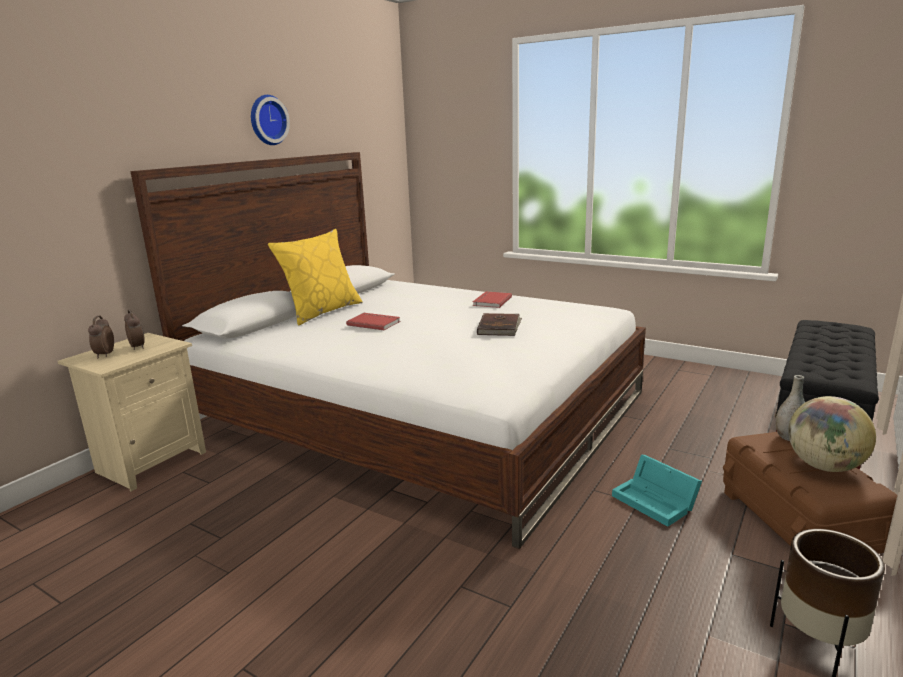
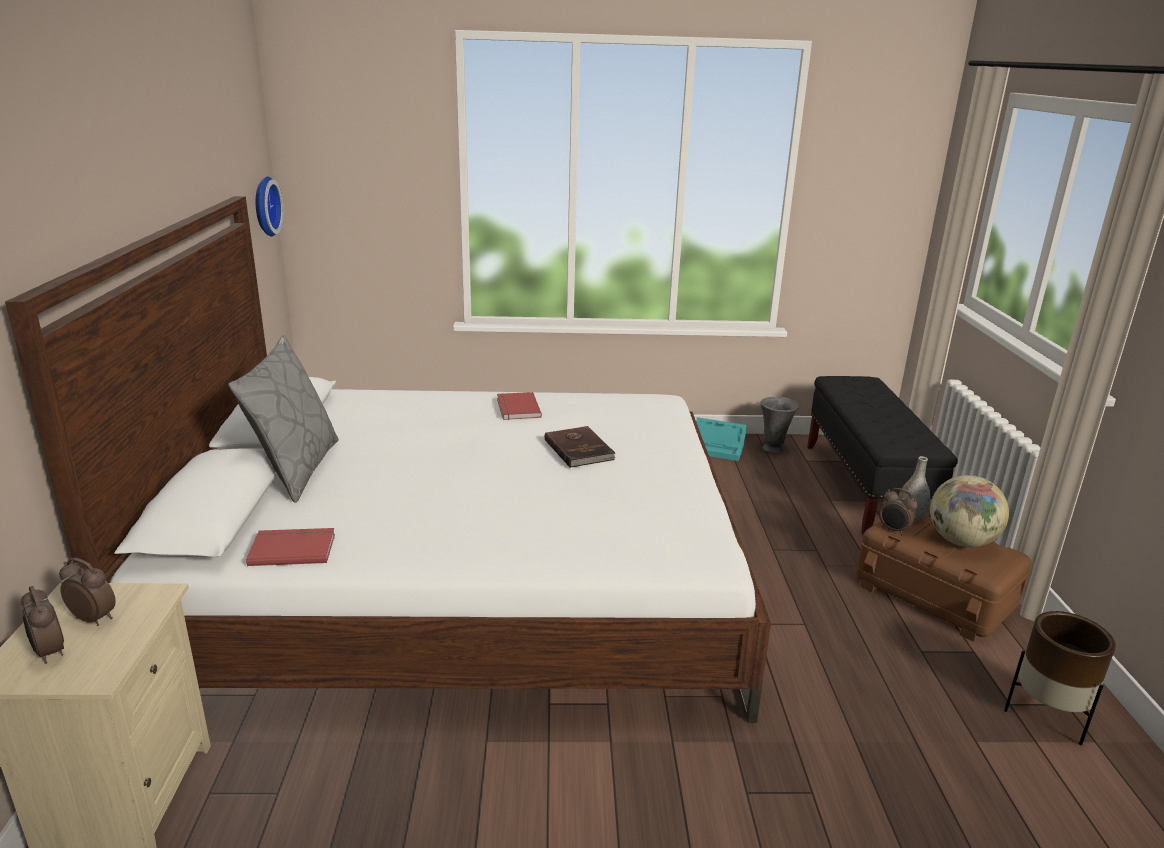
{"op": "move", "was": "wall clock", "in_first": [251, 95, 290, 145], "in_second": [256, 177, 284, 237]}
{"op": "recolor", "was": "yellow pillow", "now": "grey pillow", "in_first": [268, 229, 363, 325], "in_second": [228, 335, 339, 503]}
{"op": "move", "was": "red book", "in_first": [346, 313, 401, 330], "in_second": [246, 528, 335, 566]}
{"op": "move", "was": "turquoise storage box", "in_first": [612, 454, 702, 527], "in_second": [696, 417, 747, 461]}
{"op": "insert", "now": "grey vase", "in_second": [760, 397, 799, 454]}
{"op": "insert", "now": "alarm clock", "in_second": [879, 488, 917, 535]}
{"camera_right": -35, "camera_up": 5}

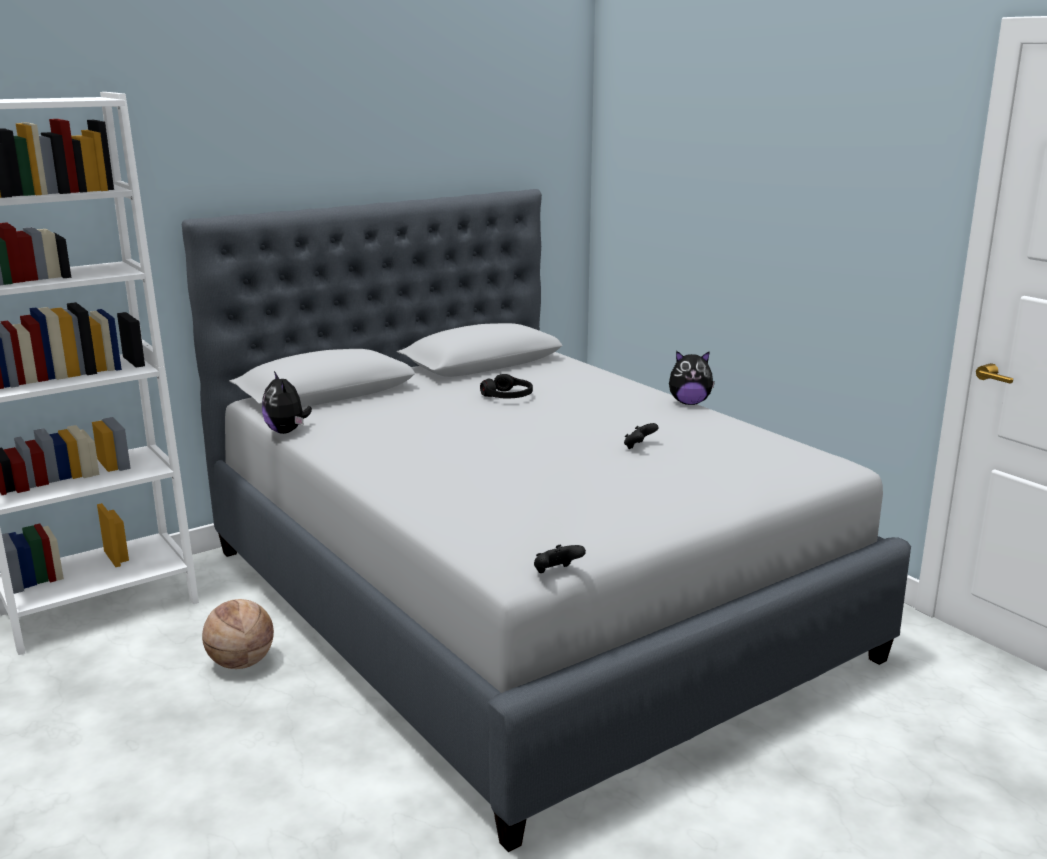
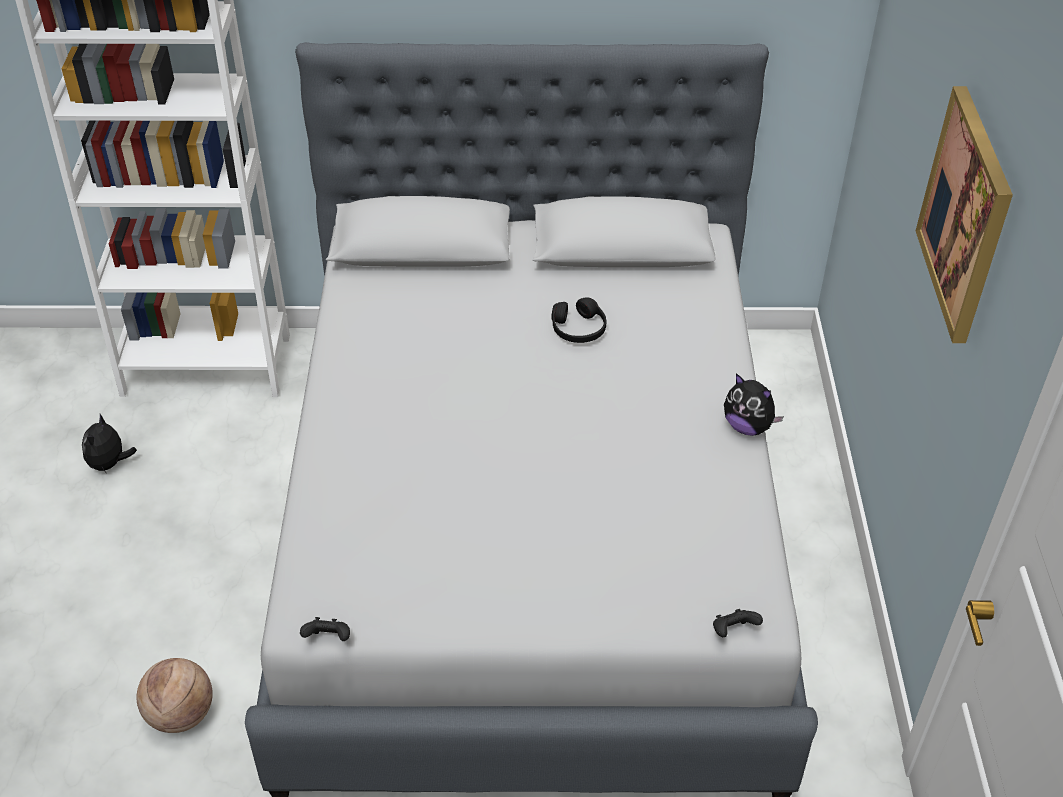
{"op": "move", "was": "basketball", "in_first": [202, 599, 274, 669], "in_second": [137, 658, 213, 733]}
{"op": "move", "was": "plush toy", "in_first": [262, 371, 312, 434], "in_second": [82, 414, 137, 472]}
{"op": "move", "was": "black game controller", "in_first": [624, 423, 659, 449], "in_second": [713, 609, 763, 637]}
{"op": "insert", "now": "picture", "in_second": [916, 86, 1013, 343]}
{"camera_right": 35, "camera_up": 25}

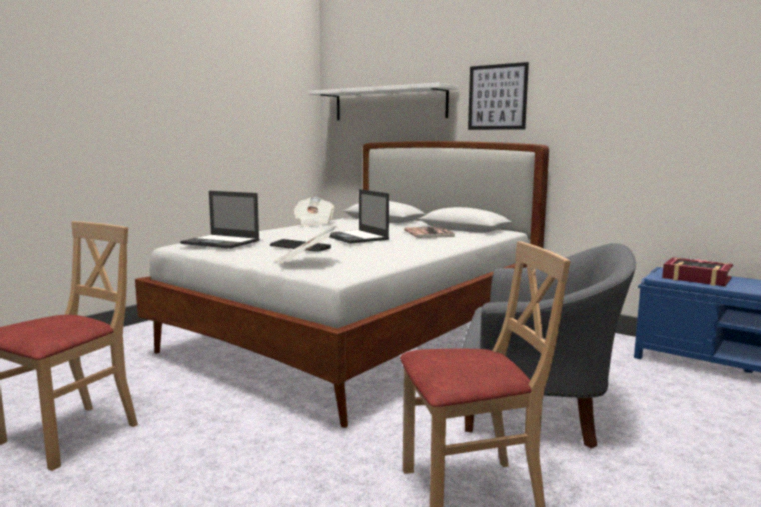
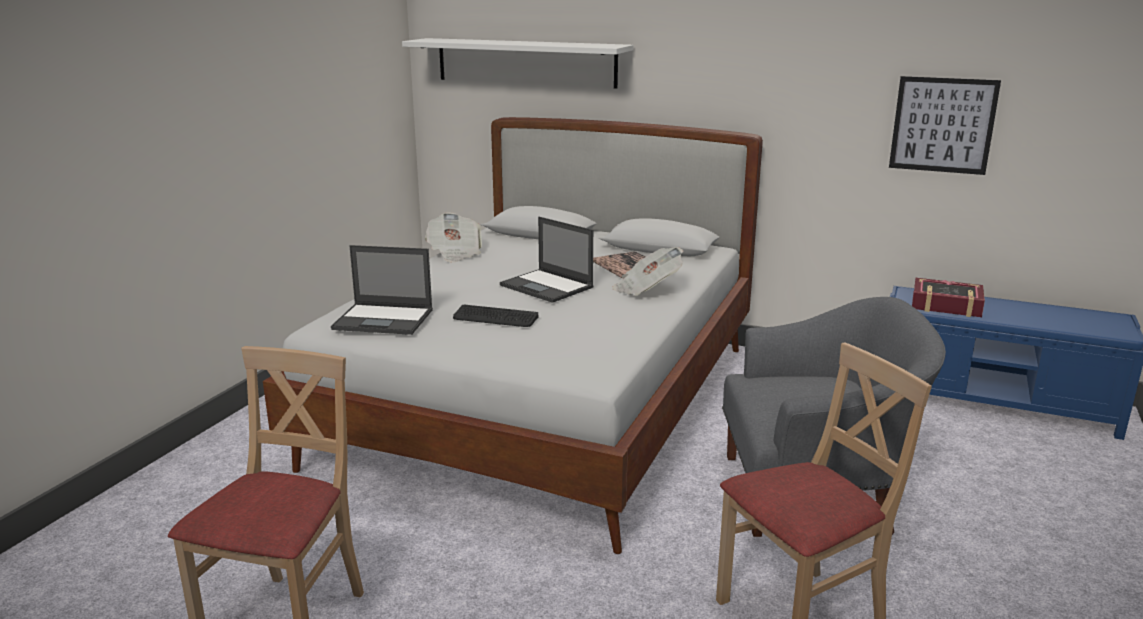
{"op": "move", "was": "newspaper", "in_first": [275, 226, 338, 264], "in_second": [612, 247, 684, 296]}
{"op": "move", "was": "picture", "in_first": [468, 62, 529, 130], "in_second": [889, 76, 1001, 175]}
{"camera_right": -15, "camera_up": 10}

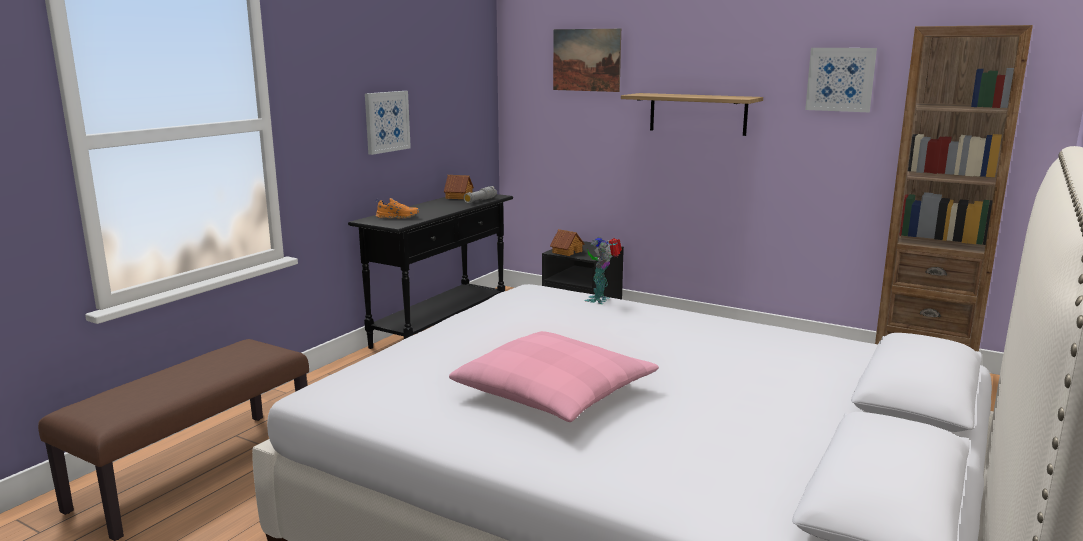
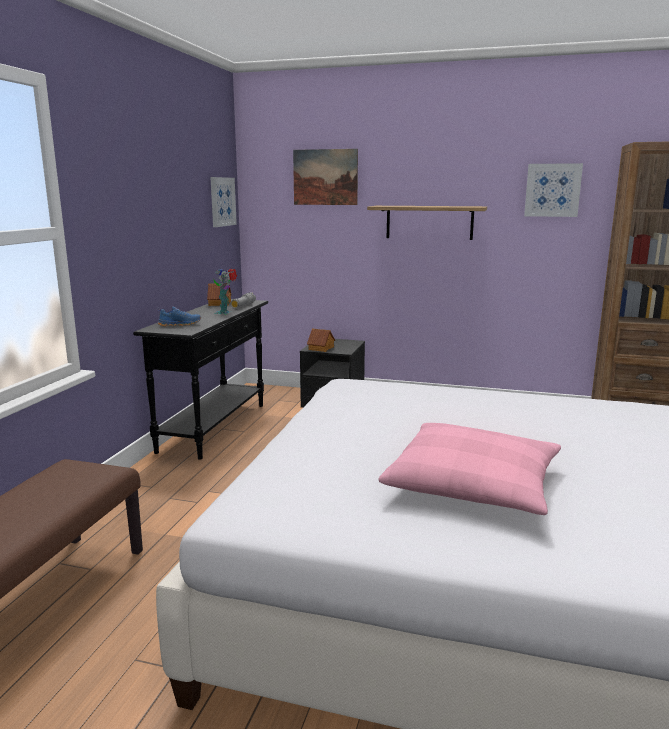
{"op": "move", "was": "picture", "in_first": [365, 91, 411, 155], "in_second": [210, 177, 237, 227]}
{"op": "recolor", "was": "orange shoe", "now": "blue shoe", "in_first": [376, 198, 419, 219], "in_second": [158, 306, 201, 326]}
{"op": "move", "was": "toy robot", "in_first": [584, 237, 622, 304], "in_second": [214, 269, 237, 315]}
{"camera_right": -15, "camera_up": 0}

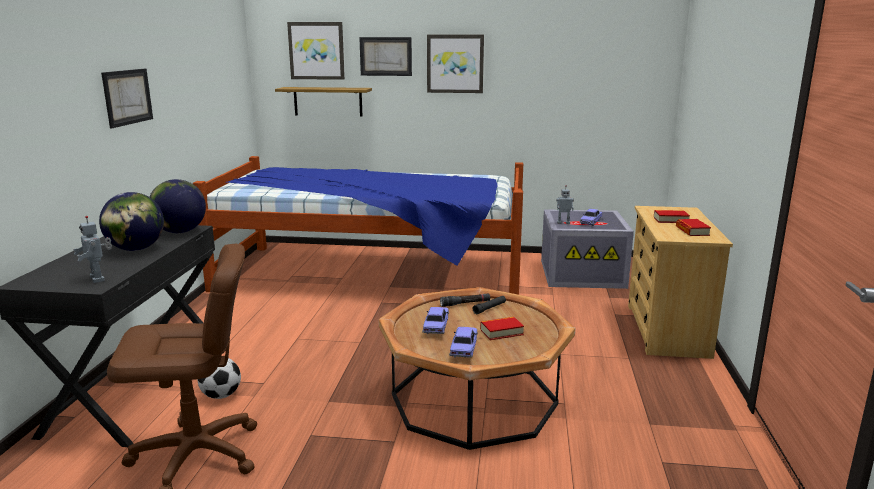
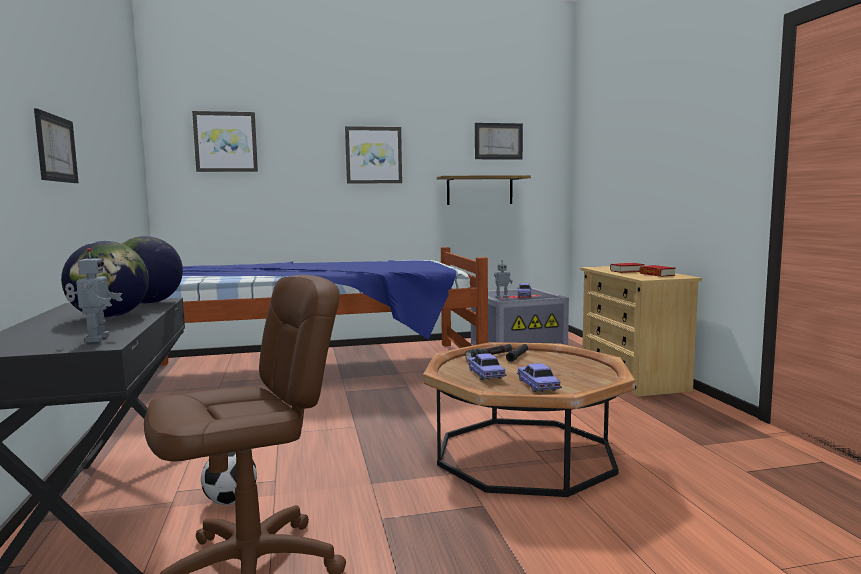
{"op": "rotate", "was": "toy robot", "in_first": [73, 216, 112, 283], "in_second": [65, 248, 122, 343], "clockwise": -135}
{"op": "move", "was": "shelf", "in_first": [275, 87, 372, 117], "in_second": [437, 175, 531, 205]}
{"op": "move", "was": "picture", "in_first": [359, 37, 412, 76], "in_second": [475, 123, 523, 159]}
{"op": "delete", "was": "book", "in_first": [480, 317, 524, 340]}
{"camera_right": -20, "camera_up": -10}

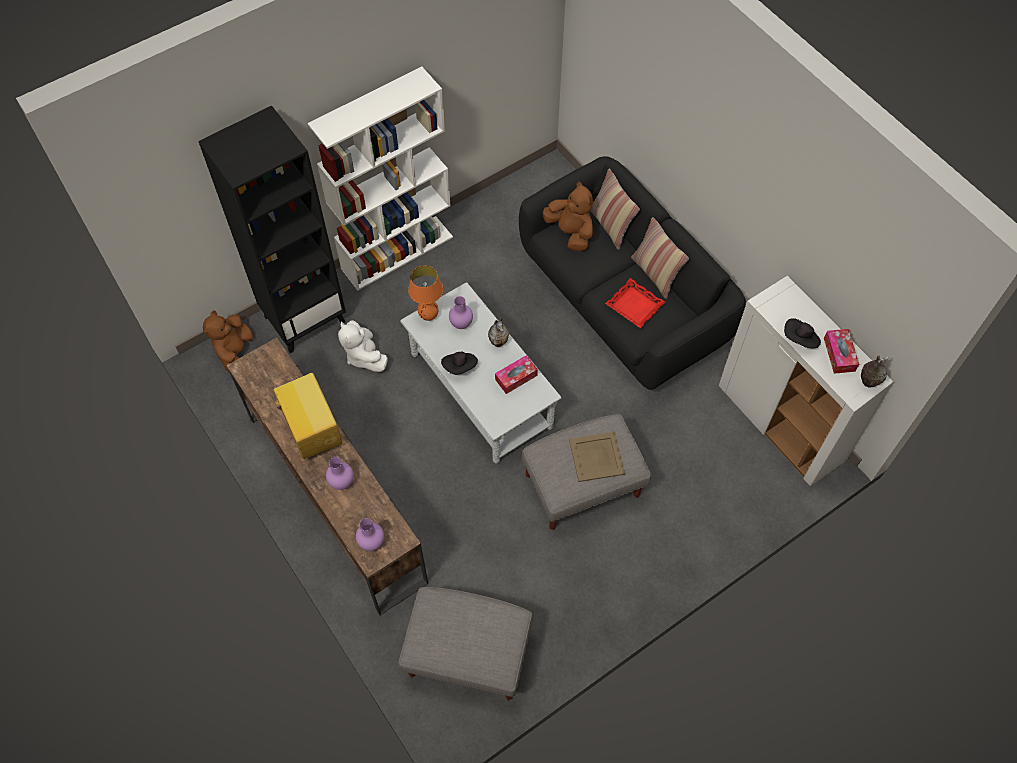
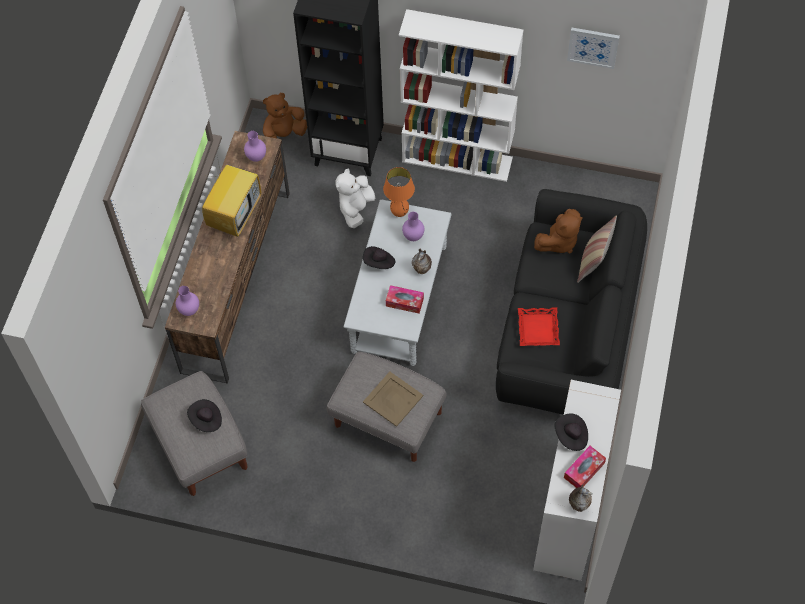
{"op": "move", "was": "purple vase", "in_first": [326, 457, 354, 490], "in_second": [244, 131, 266, 162]}
{"op": "rotate", "was": "brown plush toy", "in_first": [543, 181, 593, 251], "in_second": [534, 209, 583, 254], "clockwise": 45}
{"op": "delete", "was": "pillow", "in_first": [631, 217, 689, 299]}
{"op": "insert", "now": "black hat", "in_second": [187, 399, 222, 432]}
{"op": "insert", "now": "picture", "in_second": [567, 28, 620, 69]}
{"camera_right": 50, "camera_up": 0}

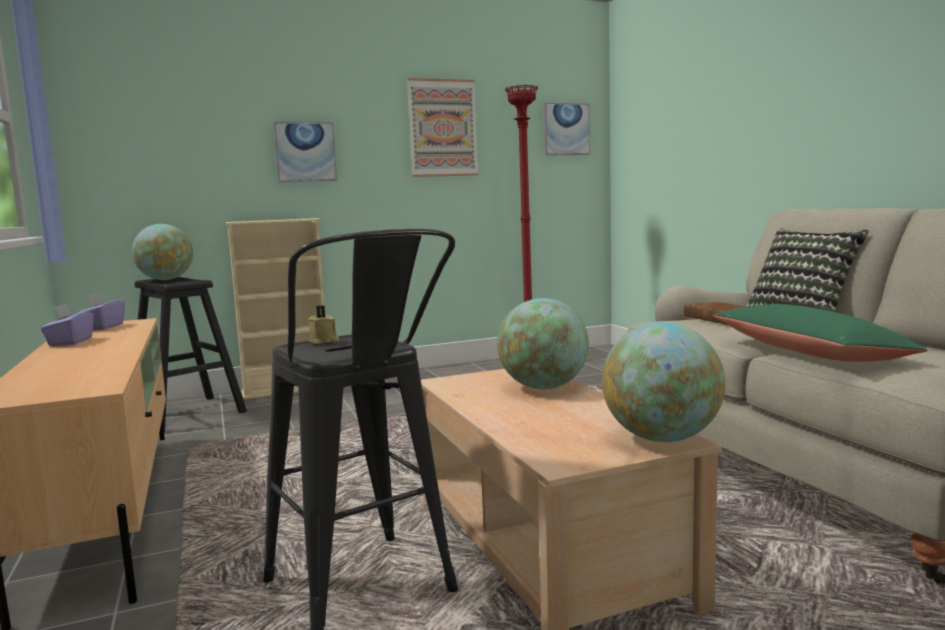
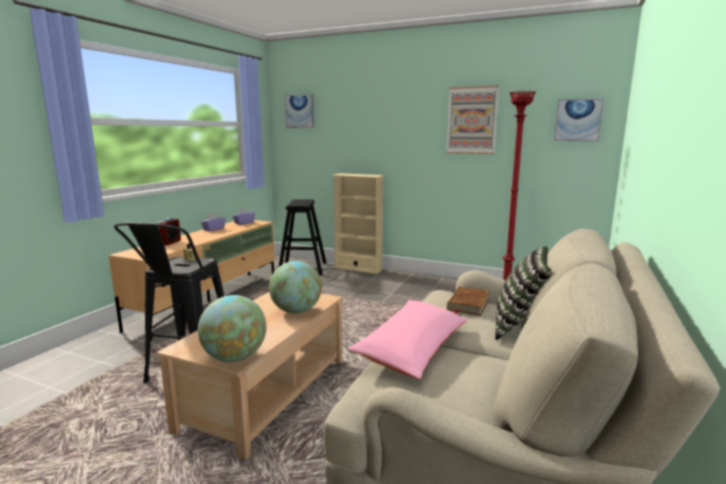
{"op": "delete", "was": "globe", "in_first": [132, 224, 193, 280]}
{"op": "move", "was": "picture", "in_first": [273, 122, 337, 182], "in_second": [285, 94, 314, 128]}
{"op": "recolor", "was": "green pillow", "now": "pink pillow", "in_first": [713, 304, 928, 362], "in_second": [348, 300, 467, 379]}
{"op": "insert", "now": "alarm clock", "in_second": [156, 218, 181, 245]}
{"camera_right": 45, "camera_up": 5}

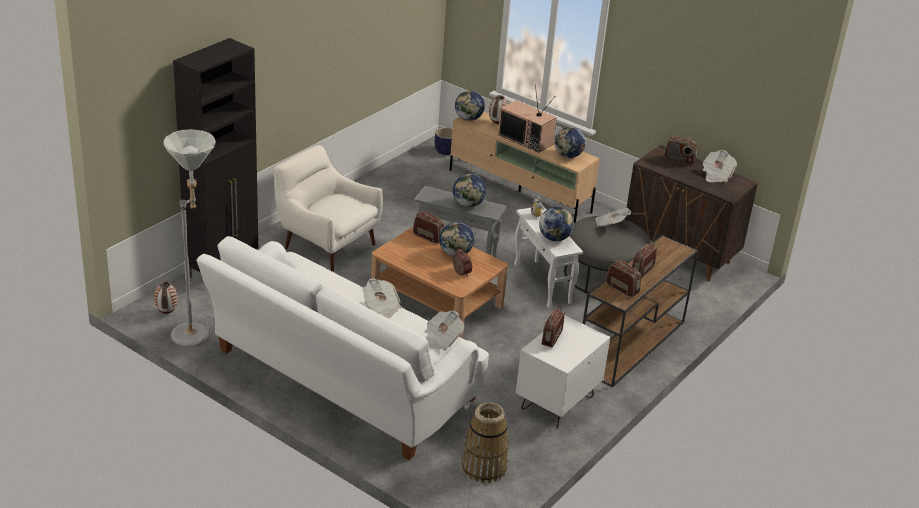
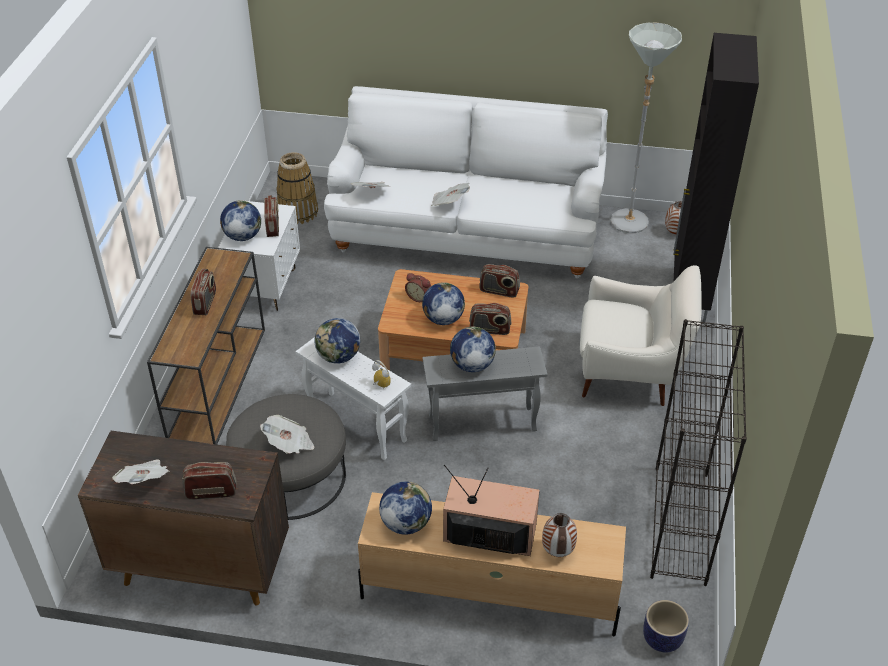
{"op": "move", "was": "globe", "in_first": [455, 91, 485, 121], "in_second": [220, 200, 261, 241]}
{"op": "move", "was": "radio", "in_first": [606, 260, 641, 297], "in_second": [479, 264, 520, 298]}
{"op": "insert", "now": "black bookcase", "in_second": [650, 319, 747, 586]}
{"camera_right": 155, "camera_up": 10}

